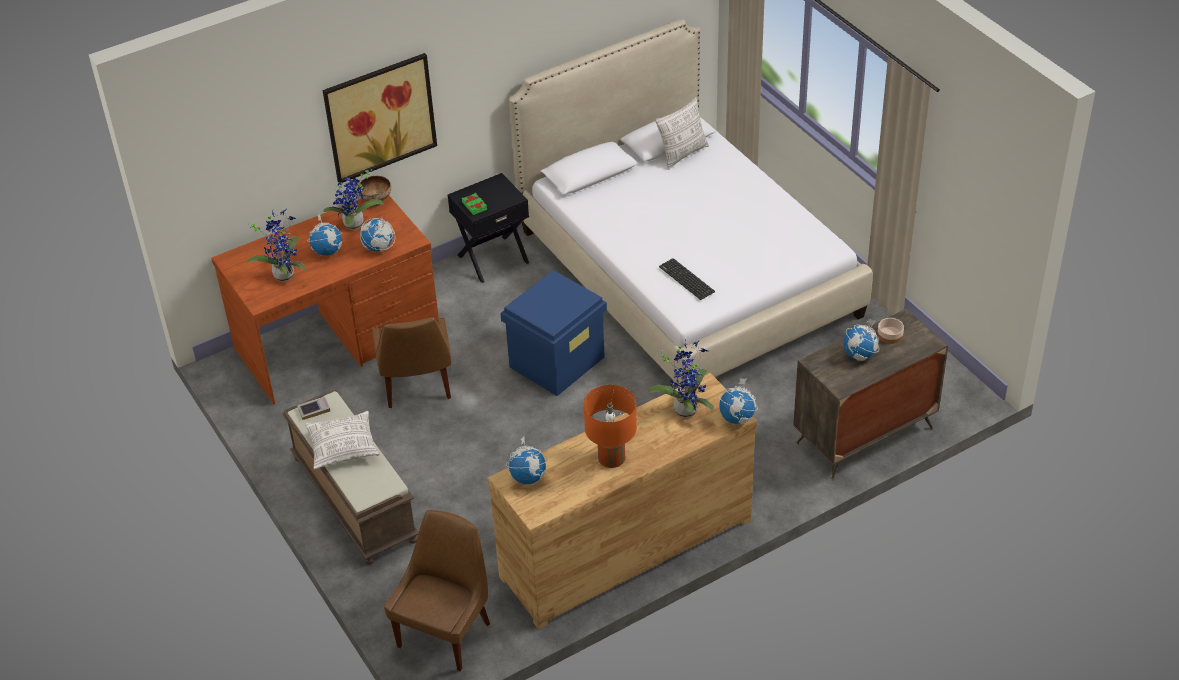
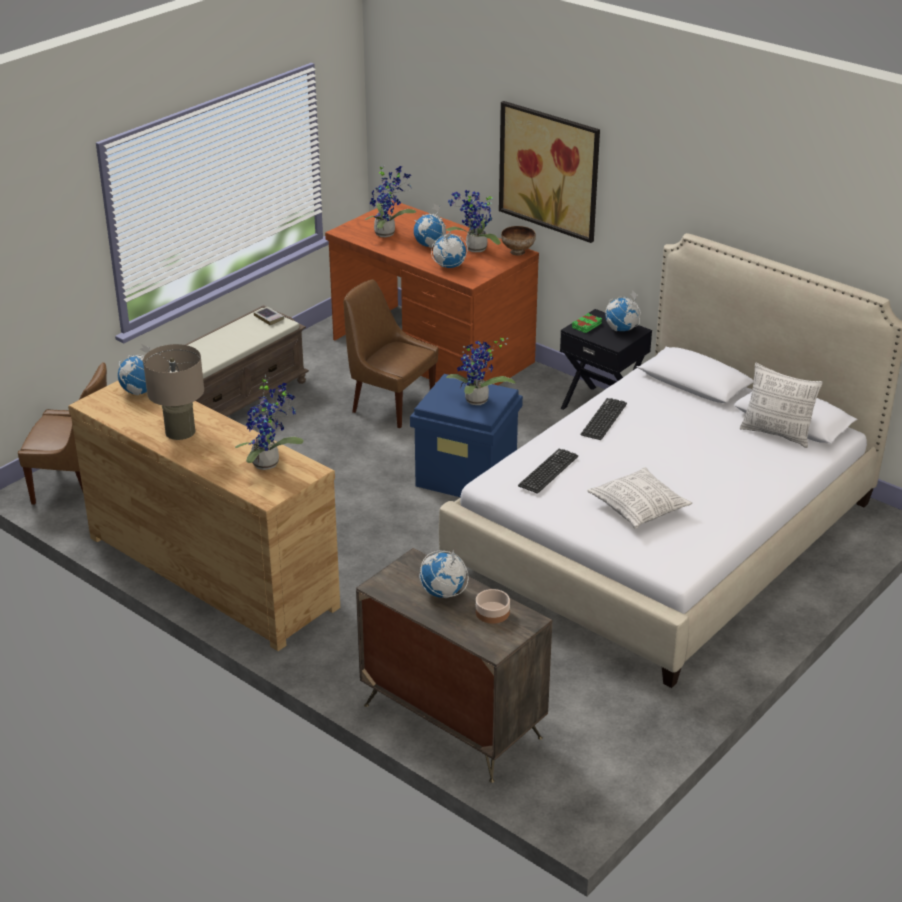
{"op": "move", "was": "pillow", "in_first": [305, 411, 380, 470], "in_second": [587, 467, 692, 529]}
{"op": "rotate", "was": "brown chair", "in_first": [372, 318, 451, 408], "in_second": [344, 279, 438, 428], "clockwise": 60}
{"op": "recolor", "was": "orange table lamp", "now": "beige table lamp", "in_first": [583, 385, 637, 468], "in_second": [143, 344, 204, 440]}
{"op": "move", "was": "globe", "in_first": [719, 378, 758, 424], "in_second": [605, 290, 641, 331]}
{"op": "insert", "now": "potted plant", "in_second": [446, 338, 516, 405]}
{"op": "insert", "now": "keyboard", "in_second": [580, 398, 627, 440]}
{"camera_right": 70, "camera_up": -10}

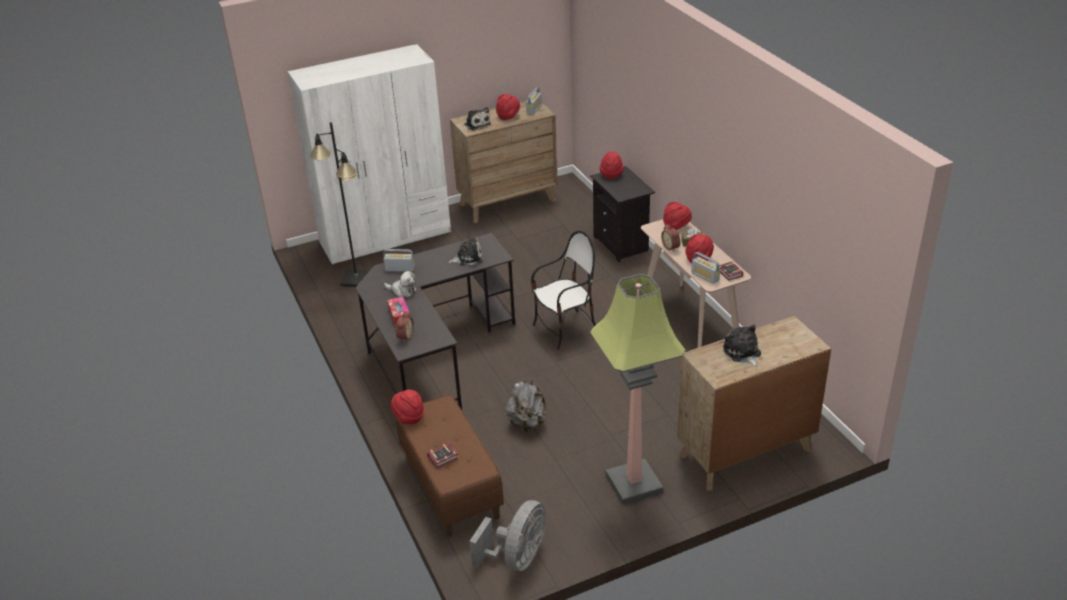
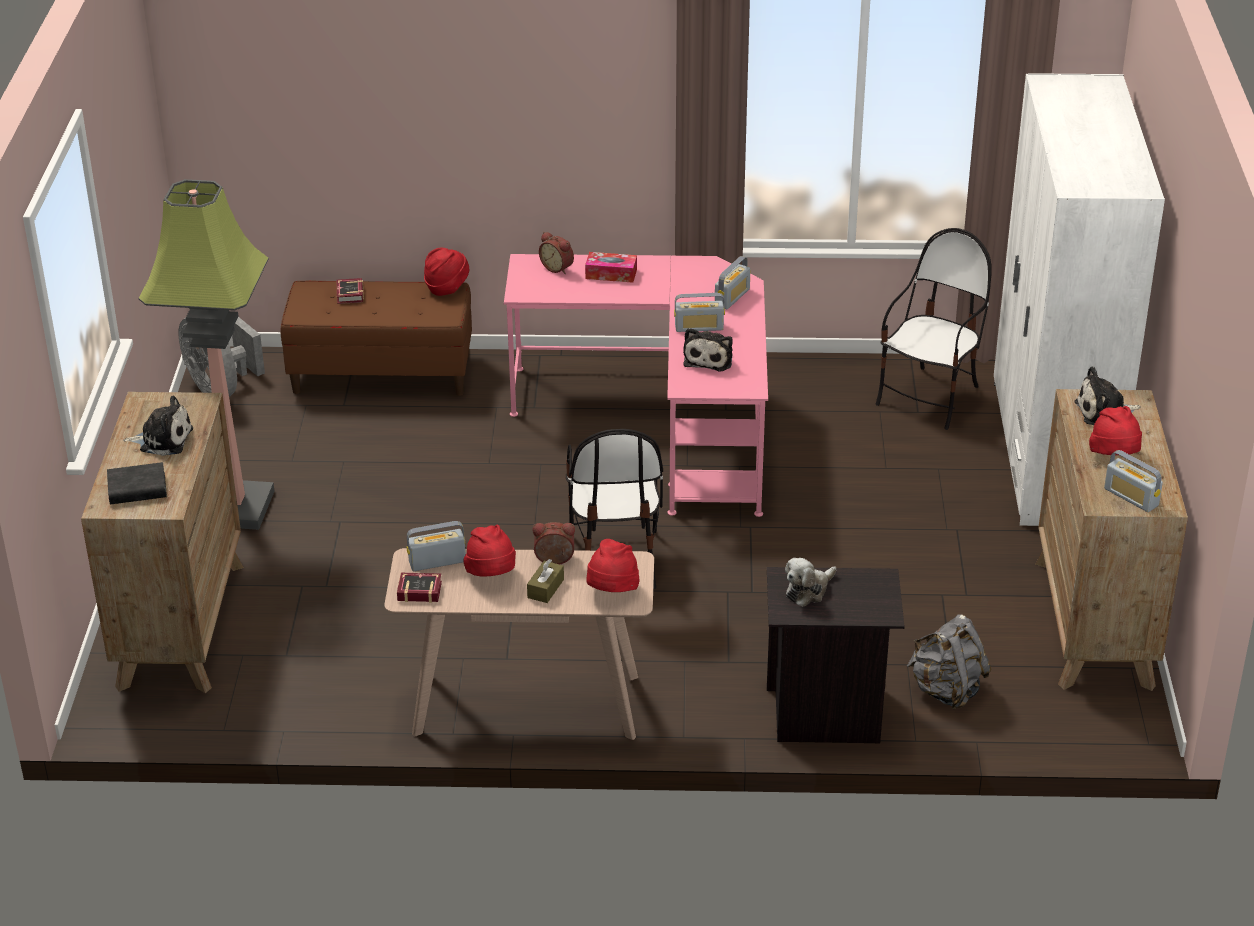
{"op": "replace", "was": "black floor lamp", "now": "chair", "in_first": [310, 122, 370, 287], "in_second": [876, 228, 992, 430]}
{"op": "recolor", "was": "black desk", "now": "pink desk", "in_first": [355, 233, 516, 411], "in_second": [504, 254, 768, 517]}
{"op": "move", "was": "plush toy", "in_first": [384, 271, 417, 297], "in_second": [785, 558, 836, 607]}
{"op": "move", "was": "grey backpack", "in_first": [506, 378, 547, 432], "in_second": [907, 614, 991, 709]}
{"op": "delete", "was": "red hat", "in_first": [600, 152, 624, 179]}
{"op": "insert", "now": "black book", "in_second": [107, 462, 167, 504]}
{"op": "insert", "now": "radio", "in_second": [674, 293, 725, 332]}
{"camera_right": 115, "camera_up": 0}

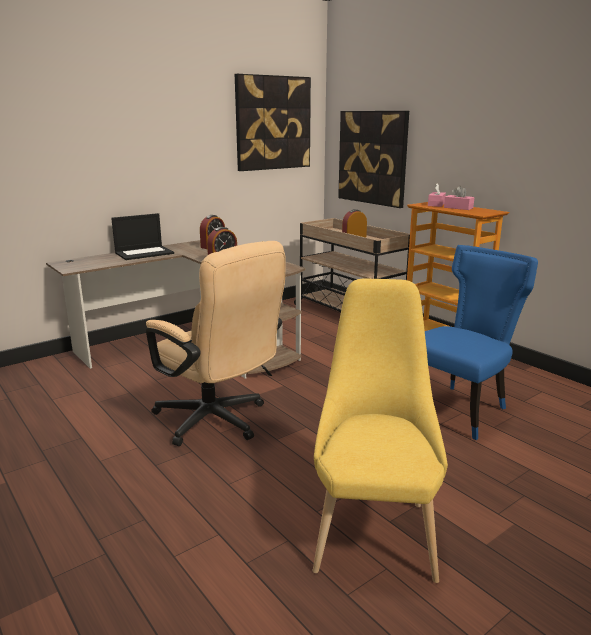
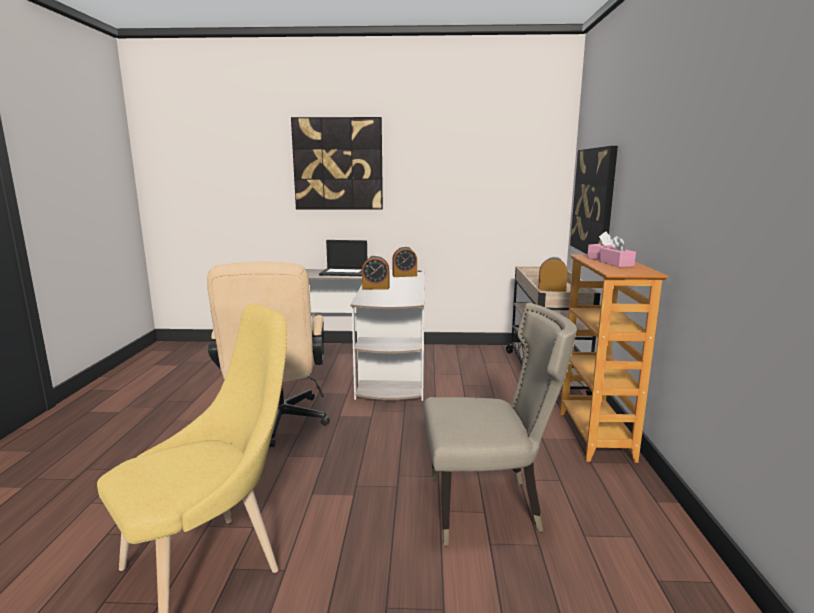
{"op": "move", "was": "picture", "in_first": [235, 74, 311, 171], "in_second": [291, 117, 383, 210]}
{"op": "recolor", "was": "blue chair", "now": "beige chair", "in_first": [425, 245, 538, 440], "in_second": [424, 303, 577, 546]}
{"camera_right": 40, "camera_up": -5}

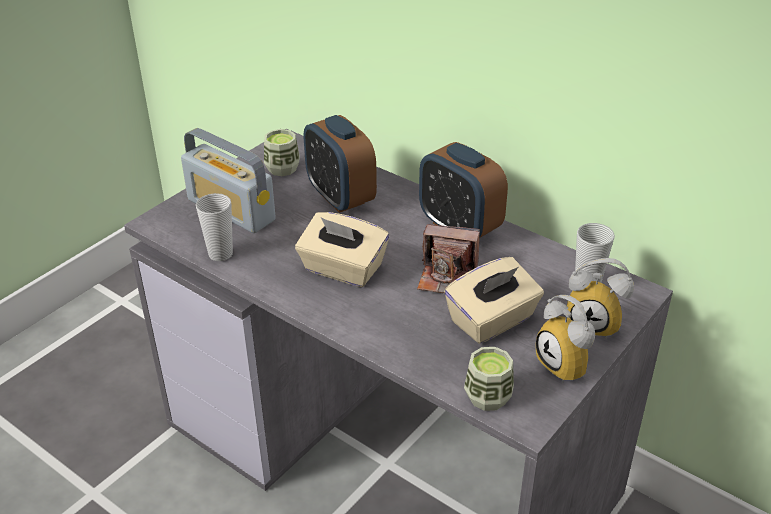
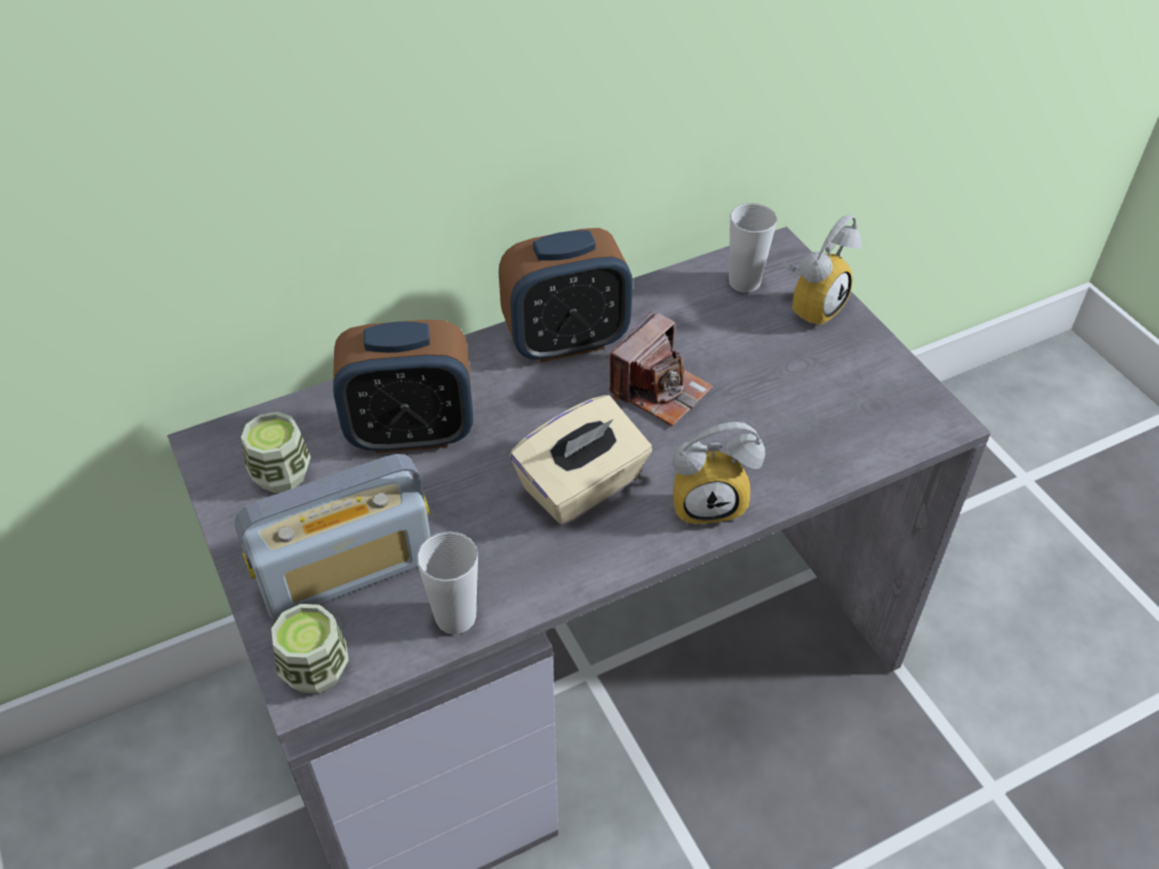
{"op": "delete", "was": "beige tissue box", "in_first": [444, 257, 544, 344]}
{"op": "move", "was": "cup", "in_first": [464, 347, 514, 411], "in_second": [271, 604, 349, 693]}
{"op": "move", "was": "alarm clock", "in_first": [536, 295, 595, 383], "in_second": [673, 422, 765, 525]}
{"camera_right": -65, "camera_up": 10}

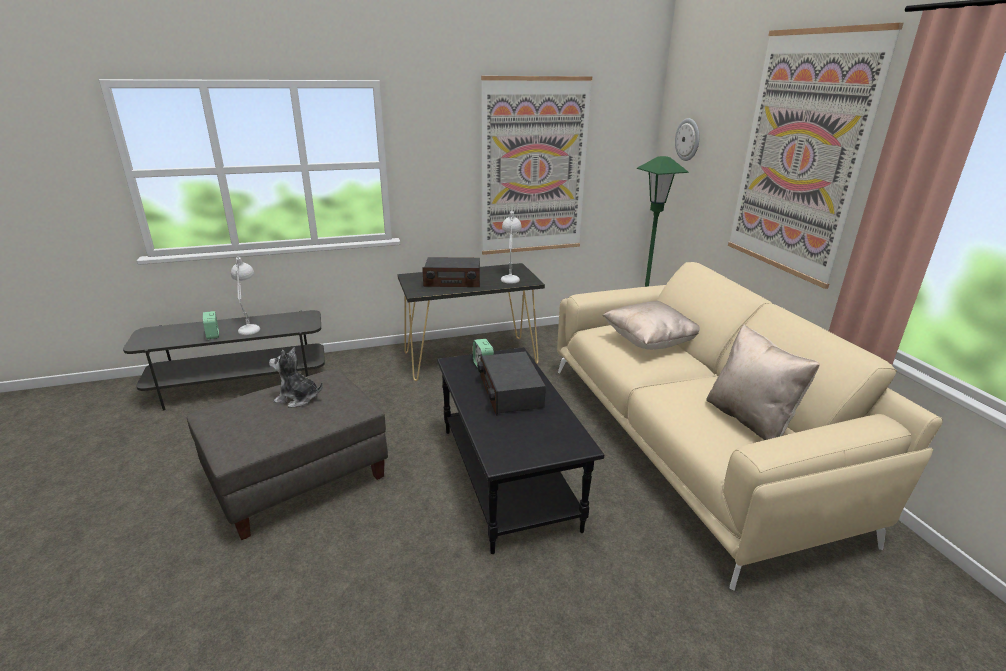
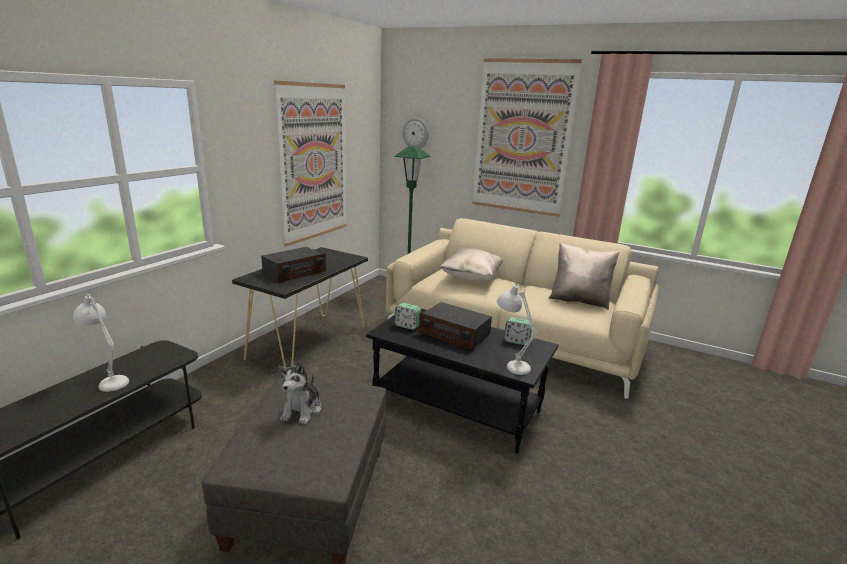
{"op": "move", "was": "alarm clock", "in_first": [203, 311, 219, 339], "in_second": [504, 317, 532, 345]}
{"op": "rotate", "was": "plush toy", "in_first": [269, 347, 323, 408], "in_second": [278, 361, 321, 424], "clockwise": -45}
{"op": "move", "was": "white table lamp", "in_first": [501, 210, 522, 284], "in_second": [497, 284, 537, 375]}
{"camera_right": -45, "camera_up": -5}

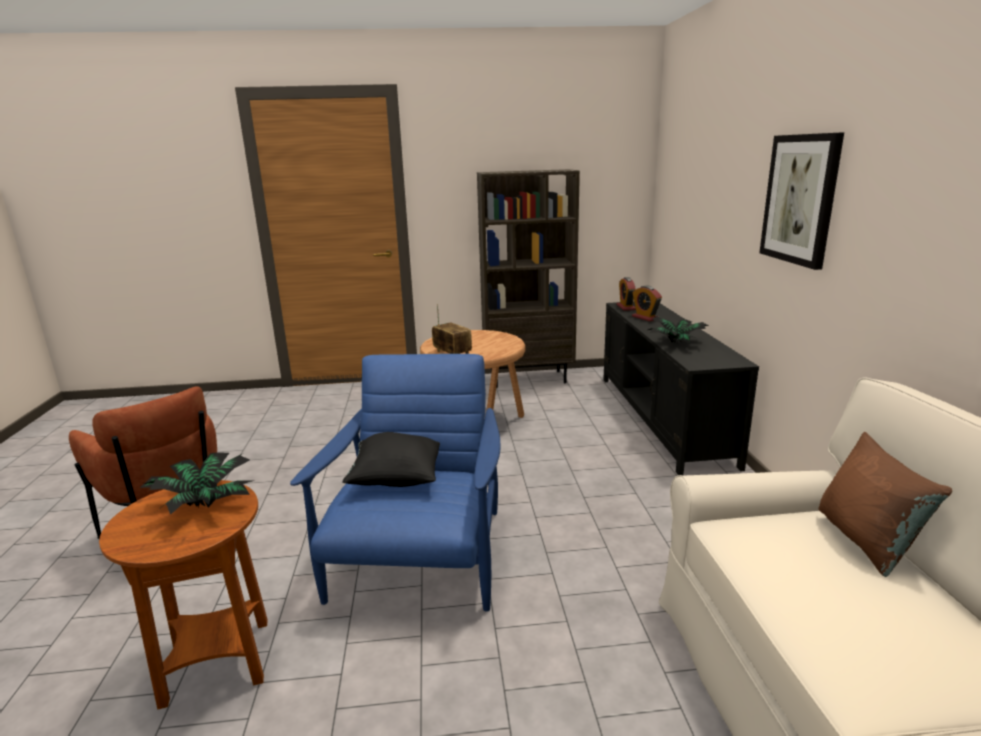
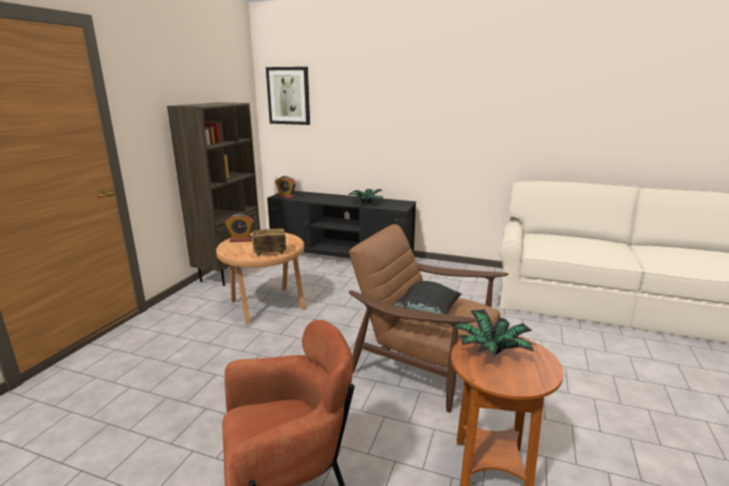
{"op": "recolor", "was": "blue armchair", "now": "brown armchair", "in_first": [290, 354, 501, 612], "in_second": [349, 224, 508, 413]}
{"op": "move", "was": "alarm clock", "in_first": [632, 286, 662, 321], "in_second": [225, 214, 254, 242]}
{"op": "move", "was": "picture", "in_first": [759, 132, 844, 270], "in_second": [266, 67, 310, 125]}
{"op": "delete", "was": "brown pillow", "in_first": [818, 432, 952, 577]}
{"camera_right": -65, "camera_up": 0}

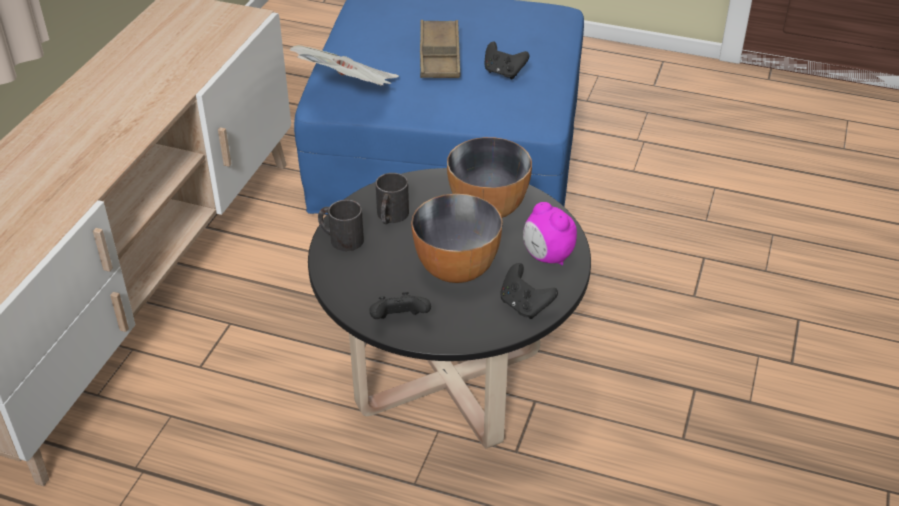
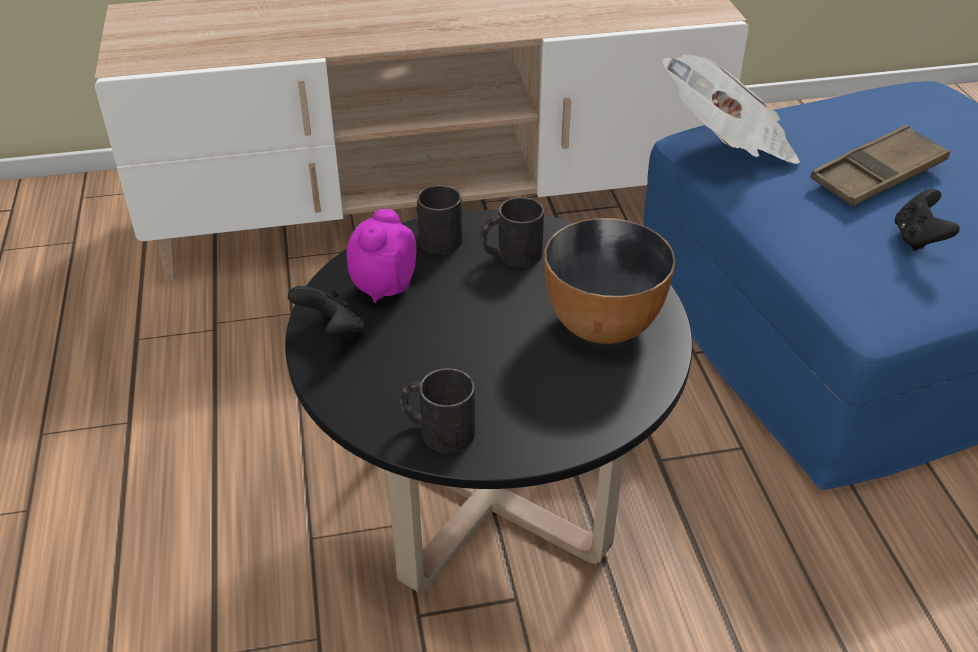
{"op": "delete", "was": "bowl", "in_first": [411, 194, 503, 283]}
{"op": "replace", "was": "black game controller", "now": "black mug", "in_first": [500, 263, 558, 319], "in_second": [400, 368, 475, 453]}
{"op": "move", "was": "alarm clock", "in_first": [523, 202, 577, 265], "in_second": [346, 209, 416, 303]}
{"camera_right": 60, "camera_up": 0}

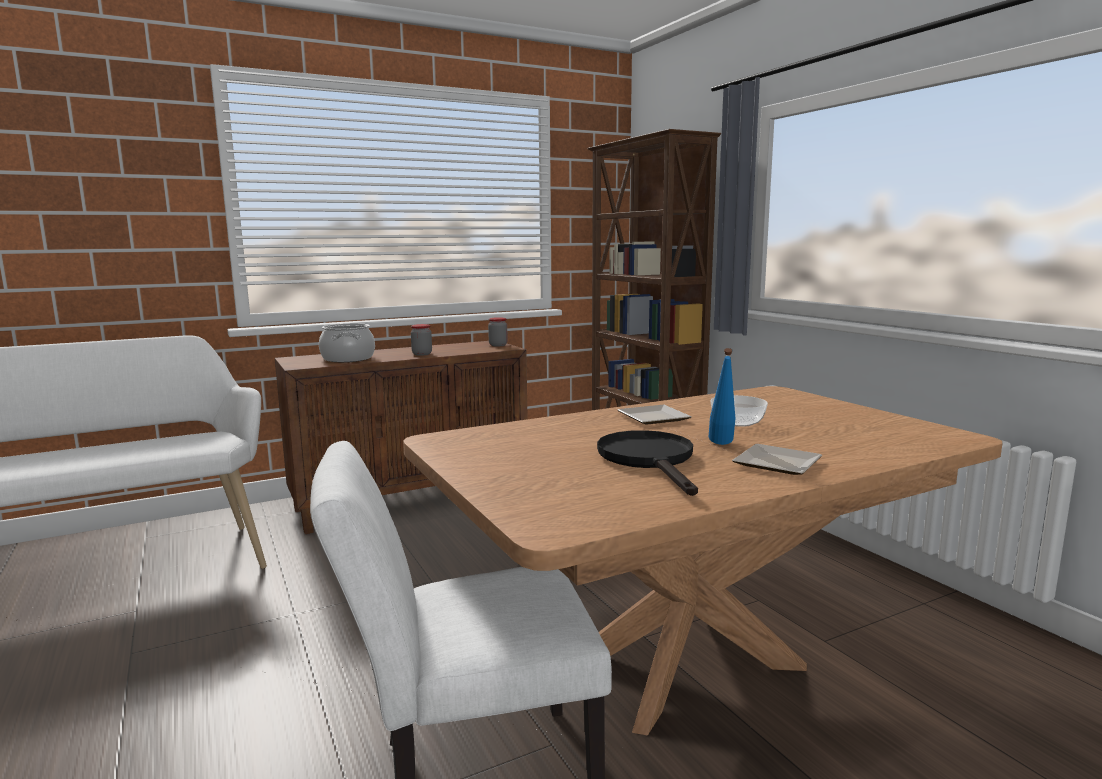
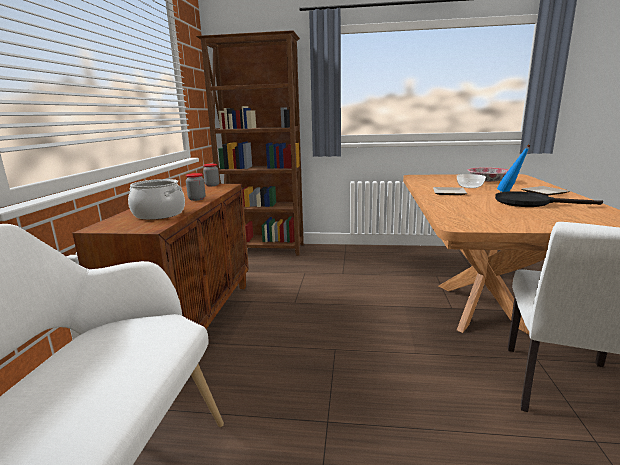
{"op": "insert", "now": "bowl", "in_second": [468, 167, 509, 182]}
{"camera_right": -55, "camera_up": 5}

